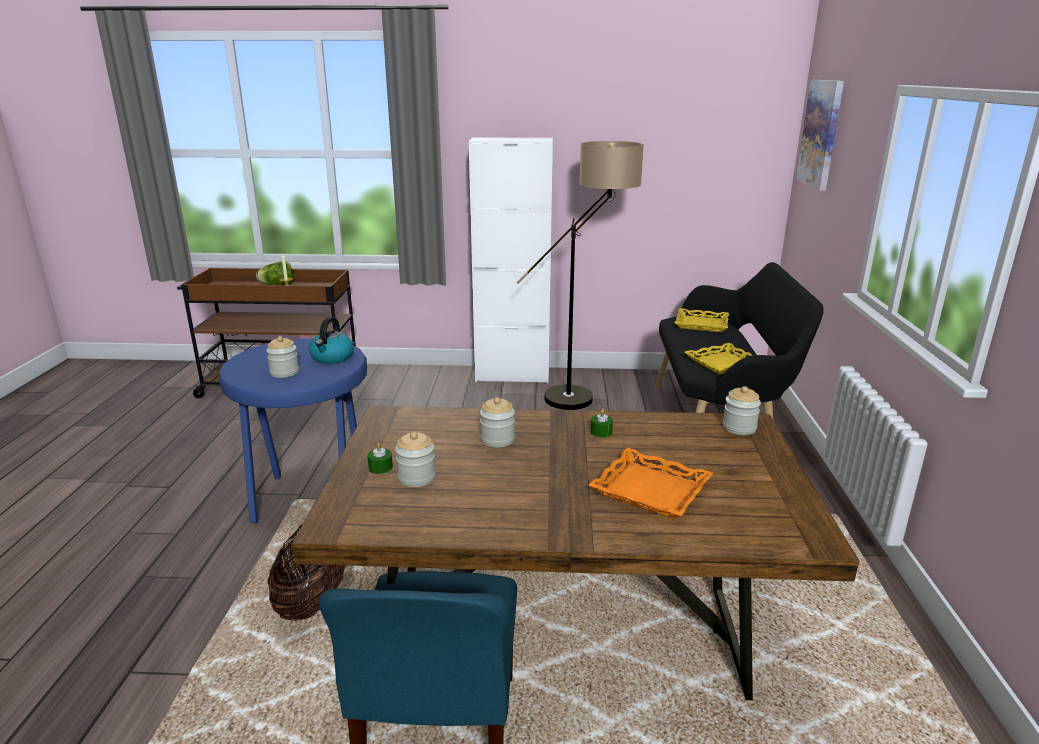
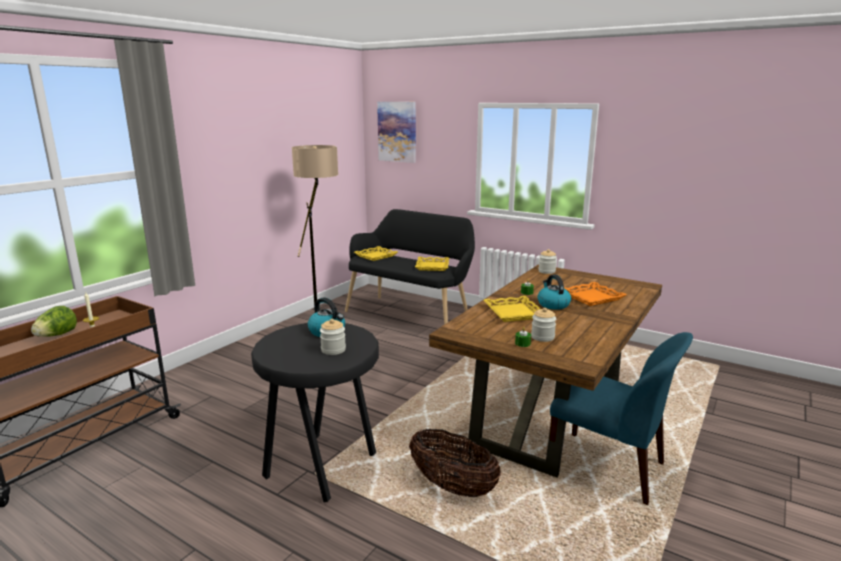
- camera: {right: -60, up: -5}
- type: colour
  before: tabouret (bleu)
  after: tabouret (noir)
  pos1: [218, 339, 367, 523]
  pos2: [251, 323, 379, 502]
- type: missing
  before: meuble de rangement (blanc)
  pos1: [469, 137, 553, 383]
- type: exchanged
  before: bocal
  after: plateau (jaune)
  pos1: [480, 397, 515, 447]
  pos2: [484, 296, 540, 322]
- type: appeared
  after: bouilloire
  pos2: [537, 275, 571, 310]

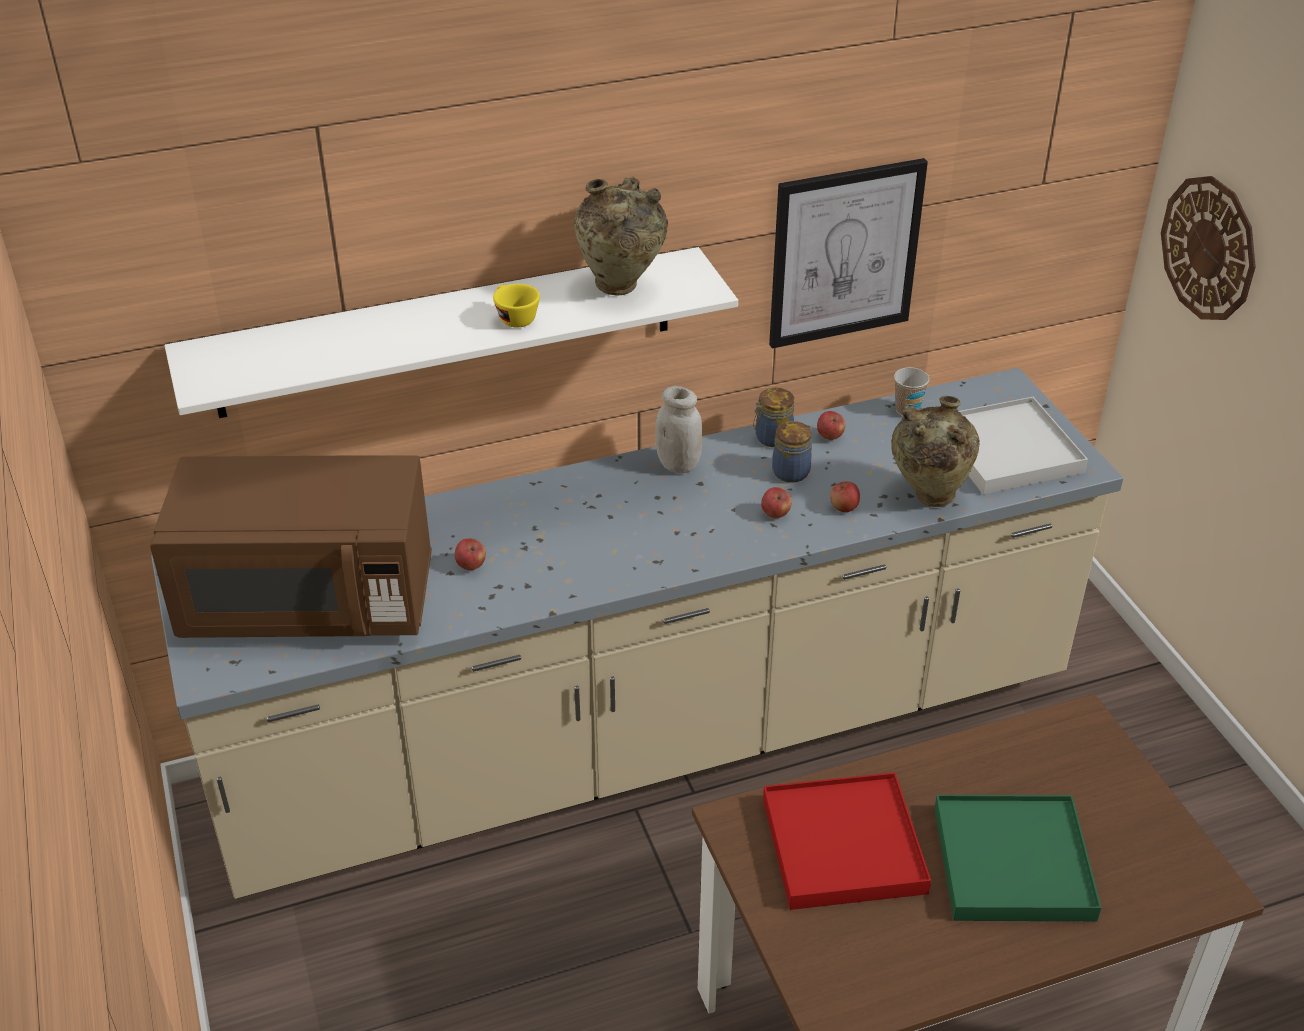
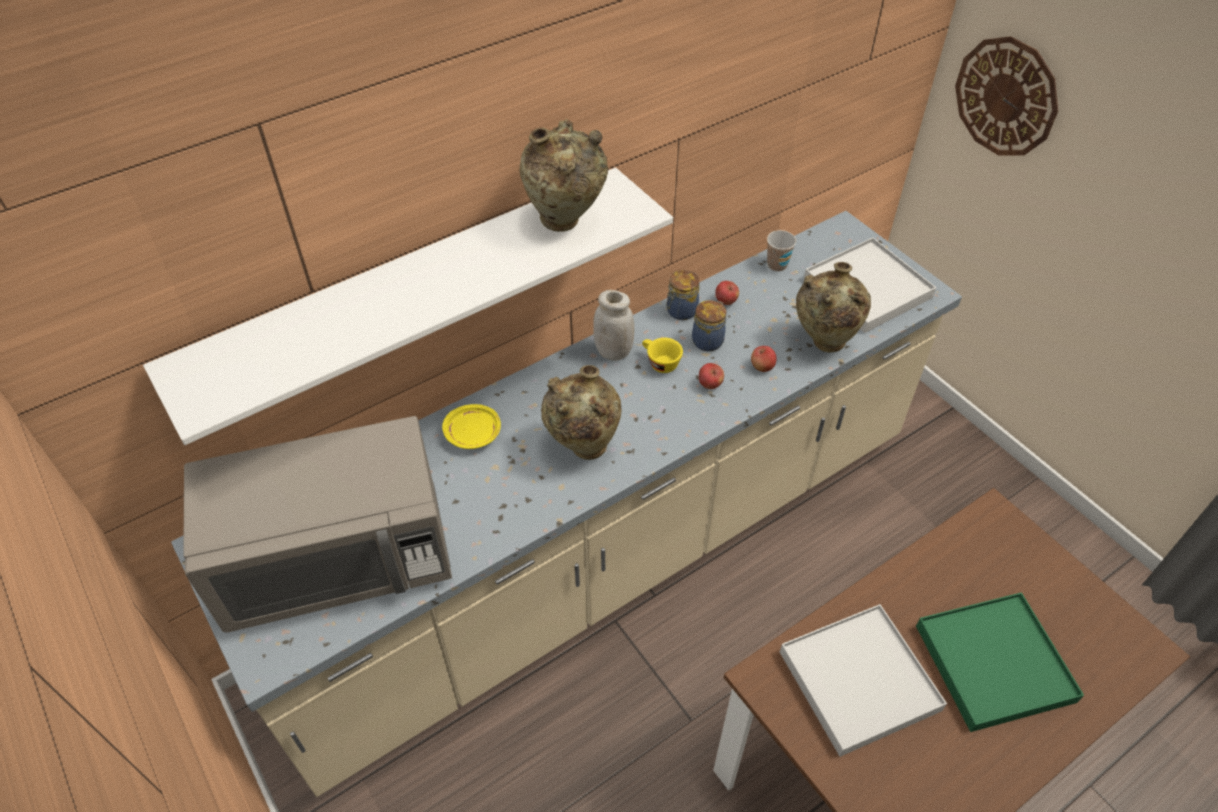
- camera: {right: -15, up: 10}
- type: colour
  before: micro-ondes (marron)
  after: micro-ondes (gris)
  pos1: [150, 455, 432, 638]
  pos2: [183, 416, 452, 632]
- type: missing
  before: pomme
  pos1: [455, 538, 486, 570]
- type: relocated
  before: tasse (jaune)
  pos1: [493, 284, 540, 327]
  pos2: [642, 338, 683, 373]
- type: colour
  before: plateau (rouge)
  after: plateau (blanc)
  pos1: [763, 772, 931, 910]
  pos2: [780, 604, 947, 757]
- type: missing
  before: tableau
  pos1: [769, 158, 928, 349]
- type: appeared
  after: assiette (jaune)
  pos2: [442, 404, 501, 449]
- type: appeared
  after: vase (beige)
  pos2: [541, 365, 622, 460]

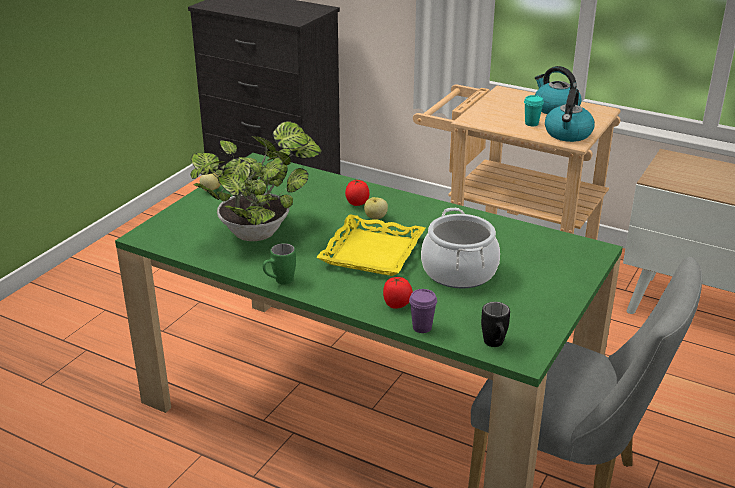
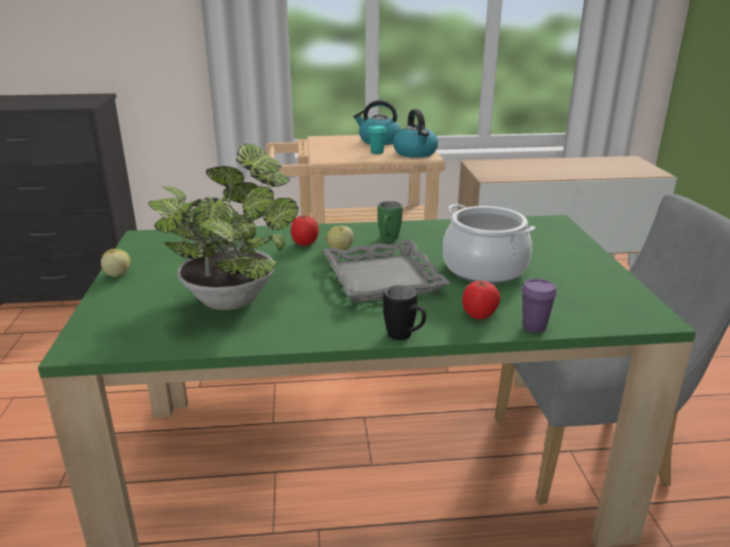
- camera: {right: -35, up: -5}
- type: relocated
  before: mug (vert)
  pos1: [262, 243, 296, 285]
  pos2: [377, 201, 402, 241]
- type: colour
  before: plateau (jaune)
  after: plateau (gris)
  pos1: [316, 214, 425, 276]
  pos2: [323, 240, 450, 302]
- type: relocated
  before: mug (noir)
  pos1: [481, 302, 510, 347]
  pos2: [383, 285, 426, 340]

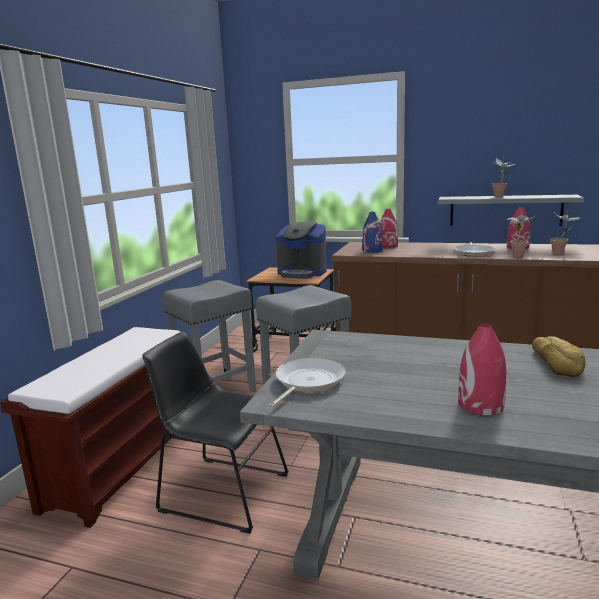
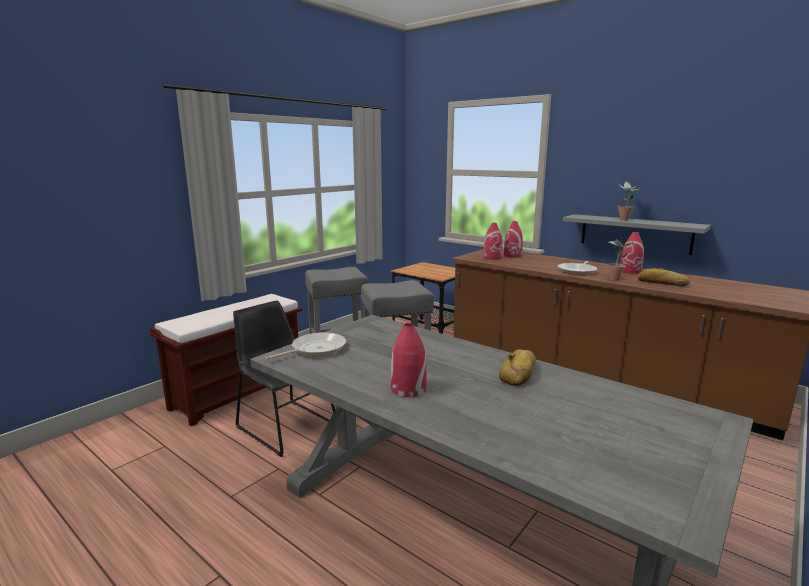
- camera: {right: 20, up: 0}
- type: missing
  before: machine à café
  pos1: [276, 222, 327, 279]
- type: colour
  before: vase (bleu)
  after: vase (rouge)
  pos1: [362, 212, 383, 253]
  pos2: [483, 223, 502, 260]
- type: exchanged
  before: plante en pot
  after: pain
  pos1: [550, 211, 582, 255]
  pos2: [637, 268, 690, 287]

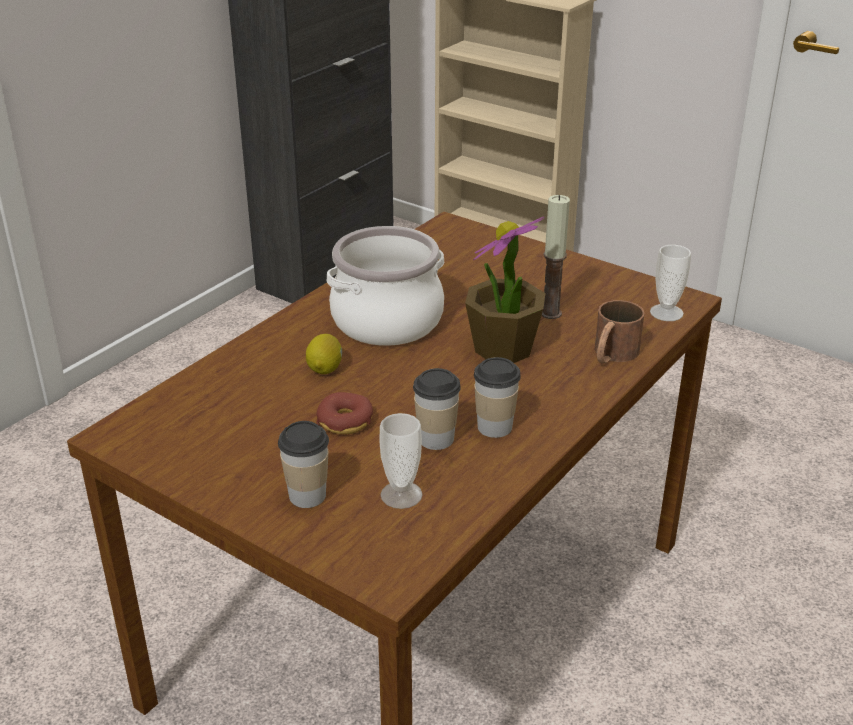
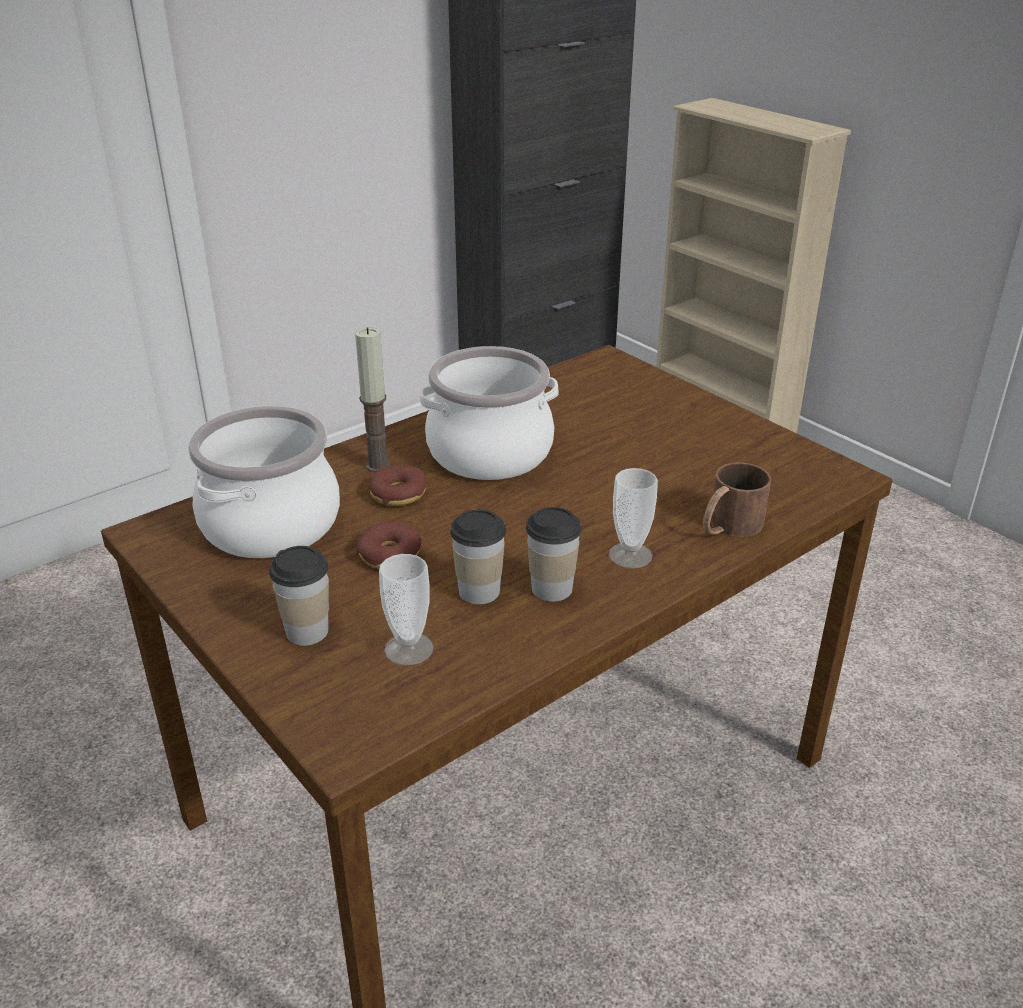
- camera: {right: 15, up: 0}
- type: exchanged
  before: citron
  after: beignet
  pos1: [306, 334, 342, 374]
  pos2: [368, 465, 427, 506]
- type: missing
  before: plante en pot
  pos1: [465, 216, 546, 363]
- type: relocated
  before: bougie
  pos1: [541, 195, 570, 319]
  pos2: [355, 327, 391, 472]
- type: relocated
  before: tasse
  pos1: [650, 245, 691, 321]
  pos2: [609, 468, 658, 569]
- type: appeared
  after: marmite
  pos2: [188, 406, 340, 558]

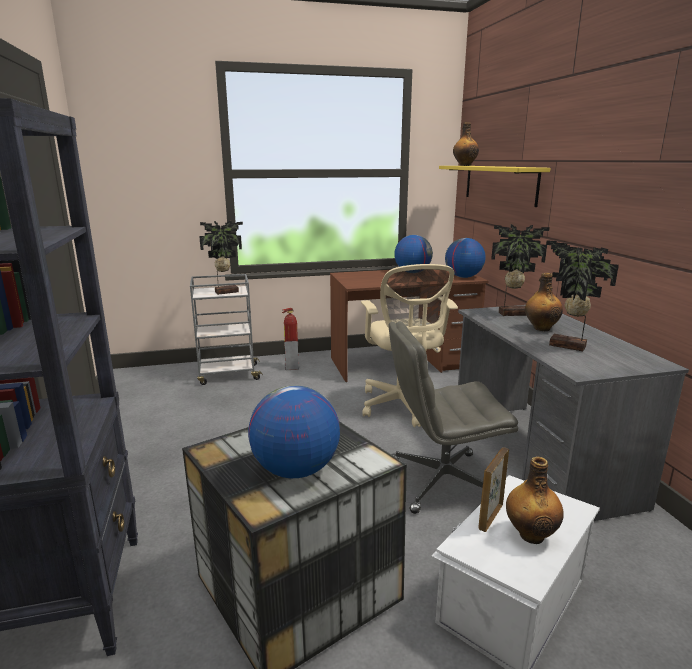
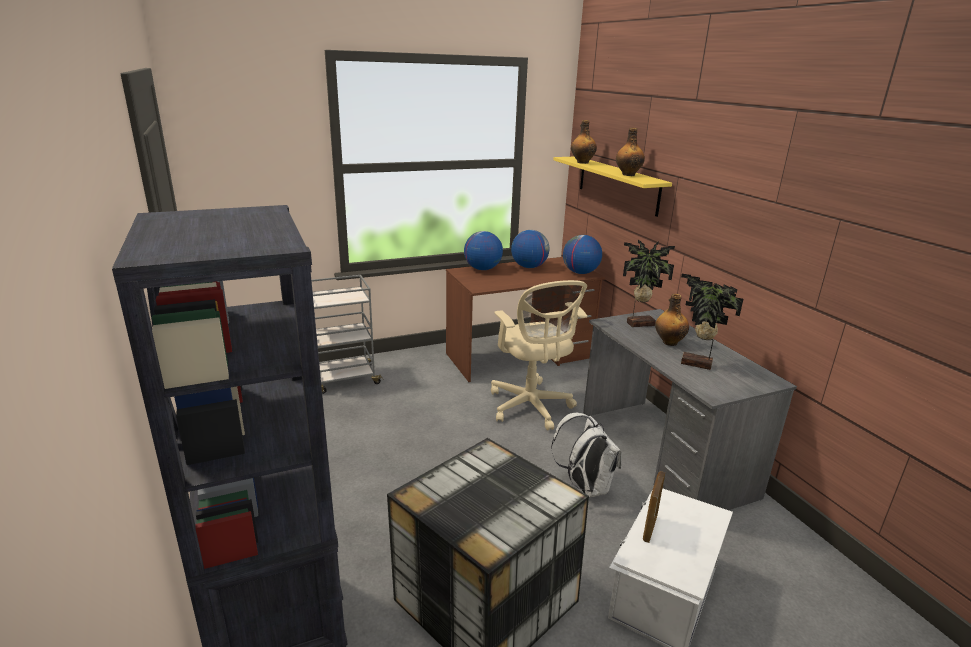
- camera: {right: -10, up: 5}
- type: missing
  before: plante en pot
  pos1: [199, 221, 243, 295]
- type: relocated
  before: globe
  pos1: [248, 385, 340, 478]
  pos2: [464, 231, 503, 270]
- type: missing
  before: extincteur
  pos1: [282, 308, 299, 370]
- type: exchanged
  before: chaise de bureau (gris)
  after: sac à dos (blanc)
  pos1: [389, 321, 518, 514]
  pos2: [551, 413, 622, 497]
- type: relocated
  before: bouteille
  pos1: [506, 456, 564, 544]
  pos2: [616, 128, 645, 176]

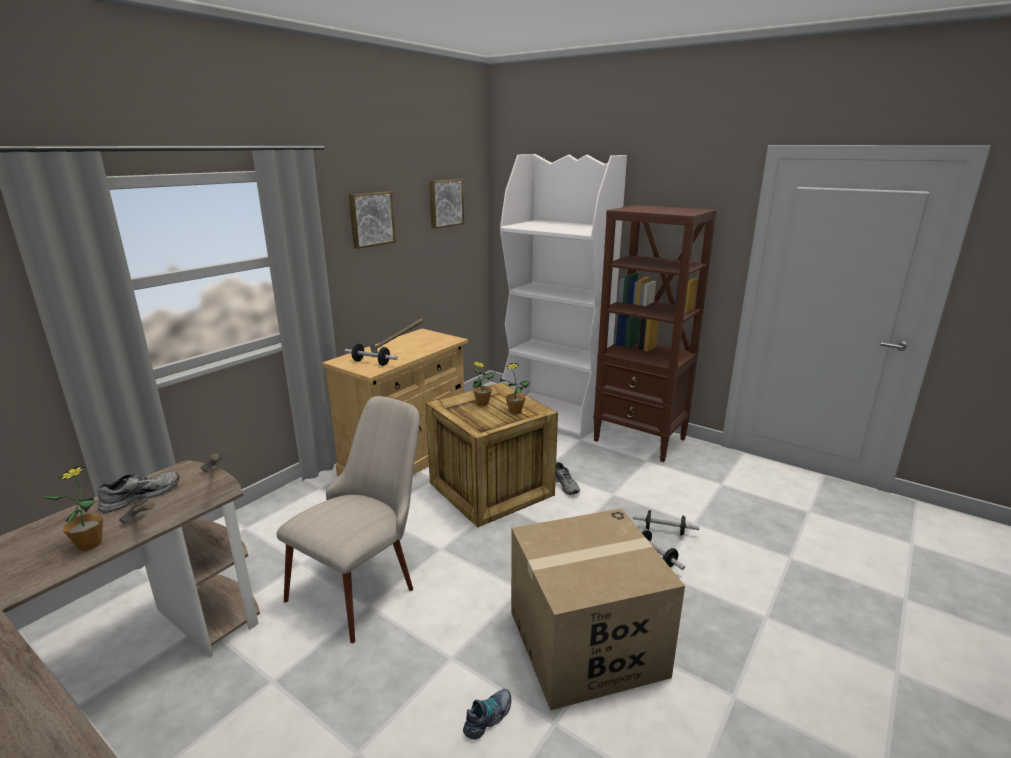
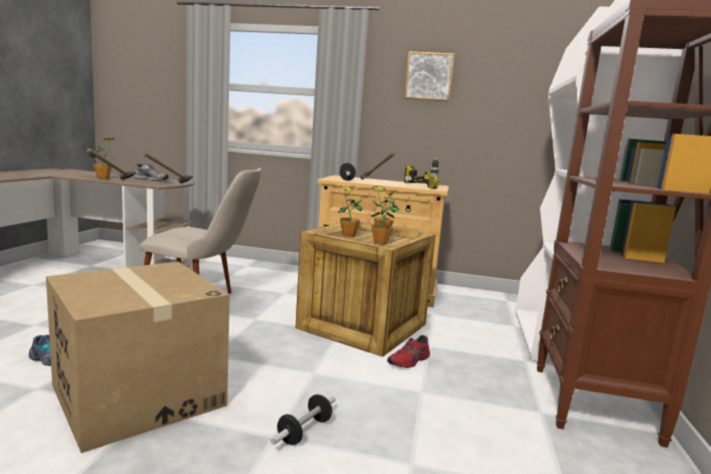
- camera: {right: 65, up: -10}
- type: missing
  before: tableau
  pos1: [429, 179, 464, 229]
- type: colour
  before: chaussure (gris)
  after: chaussure (rouge)
  pos1: [555, 462, 580, 495]
  pos2: [387, 335, 430, 368]
- type: missing
  before: haltère
  pos1: [633, 510, 699, 536]
- type: appeared
  after: plante en pot
  pos2: [338, 186, 363, 237]
- type: appeared
  after: perceuse
  pos2: [404, 157, 439, 189]

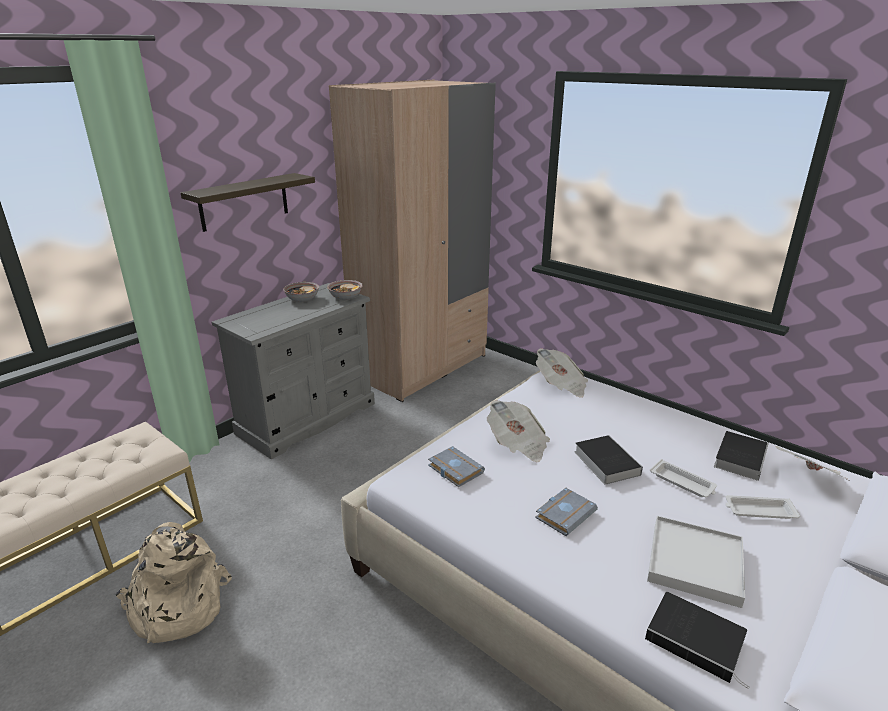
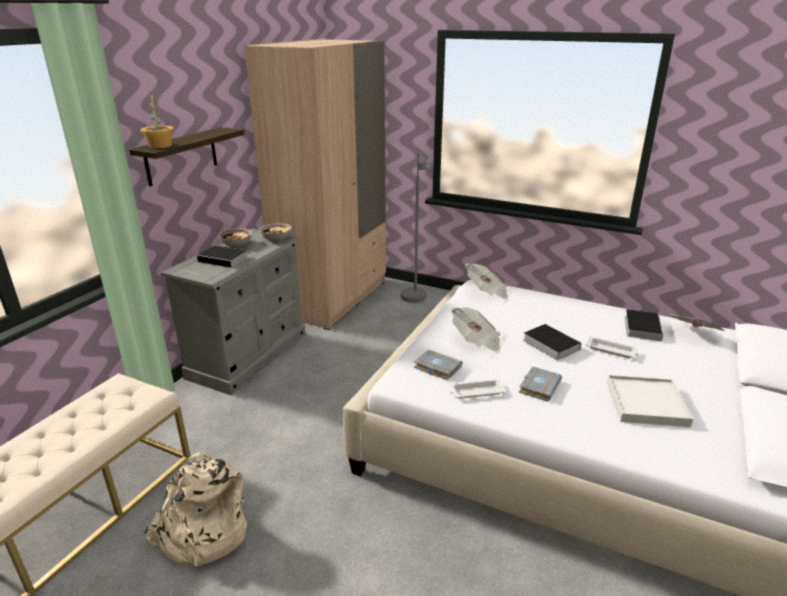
- camera: {right: -15, up: 0}
- type: relocated
  before: livre
  pos1: [645, 592, 750, 689]
  pos2: [197, 245, 248, 268]
- type: relocated
  before: plateau (blanc)
  pos1: [725, 495, 800, 519]
  pos2: [450, 378, 506, 399]
- type: appeared
  after: plante en pot
  pos2: [140, 92, 174, 148]
- type: appeared
  after: lampadaire (gris)
  pos2: [401, 153, 433, 303]

